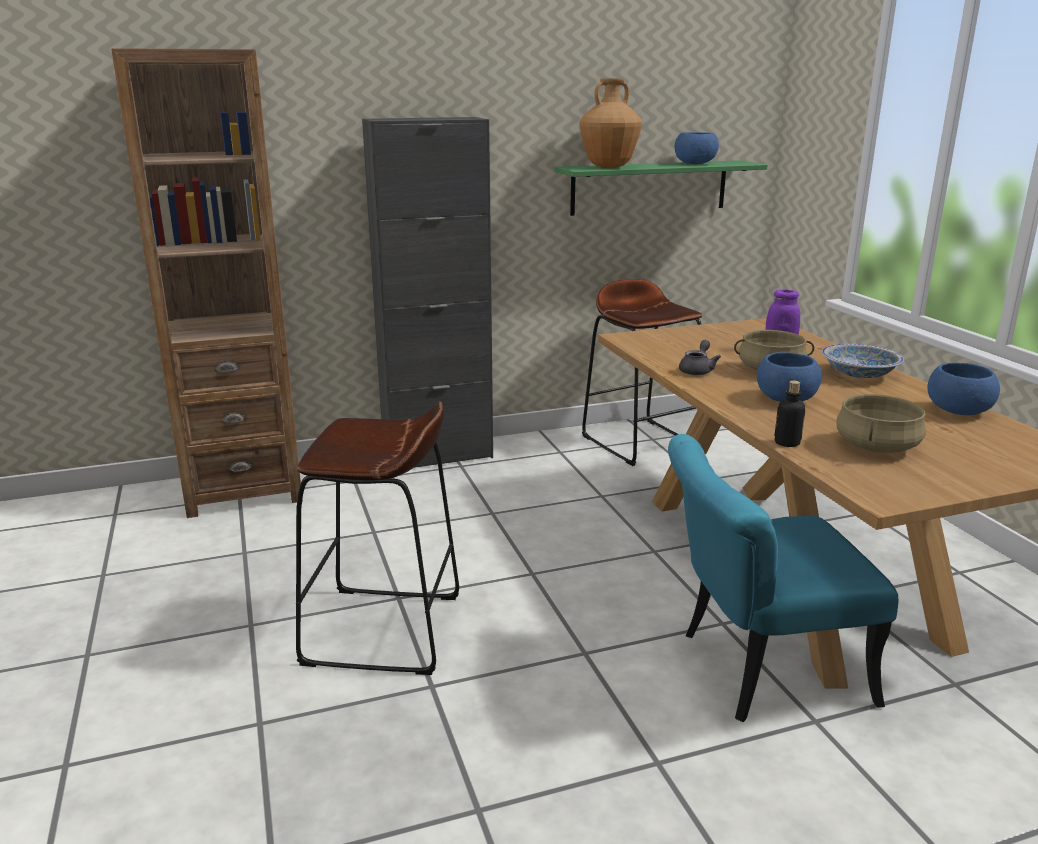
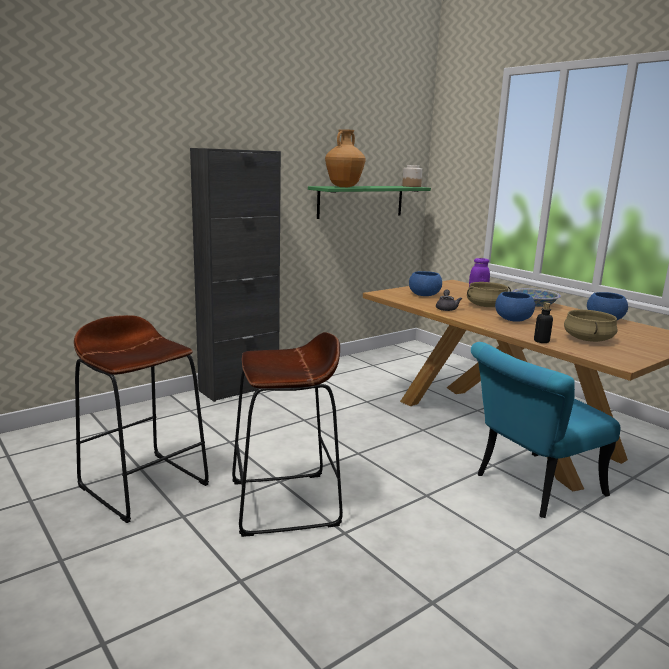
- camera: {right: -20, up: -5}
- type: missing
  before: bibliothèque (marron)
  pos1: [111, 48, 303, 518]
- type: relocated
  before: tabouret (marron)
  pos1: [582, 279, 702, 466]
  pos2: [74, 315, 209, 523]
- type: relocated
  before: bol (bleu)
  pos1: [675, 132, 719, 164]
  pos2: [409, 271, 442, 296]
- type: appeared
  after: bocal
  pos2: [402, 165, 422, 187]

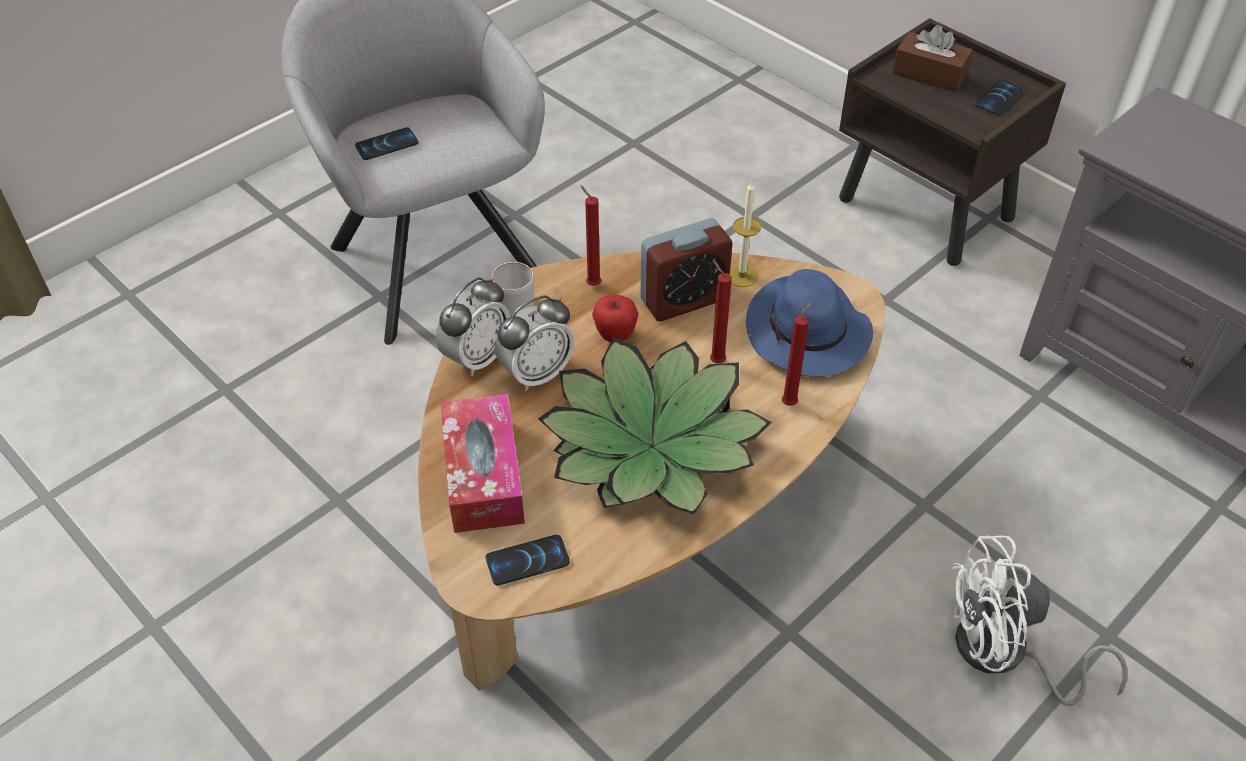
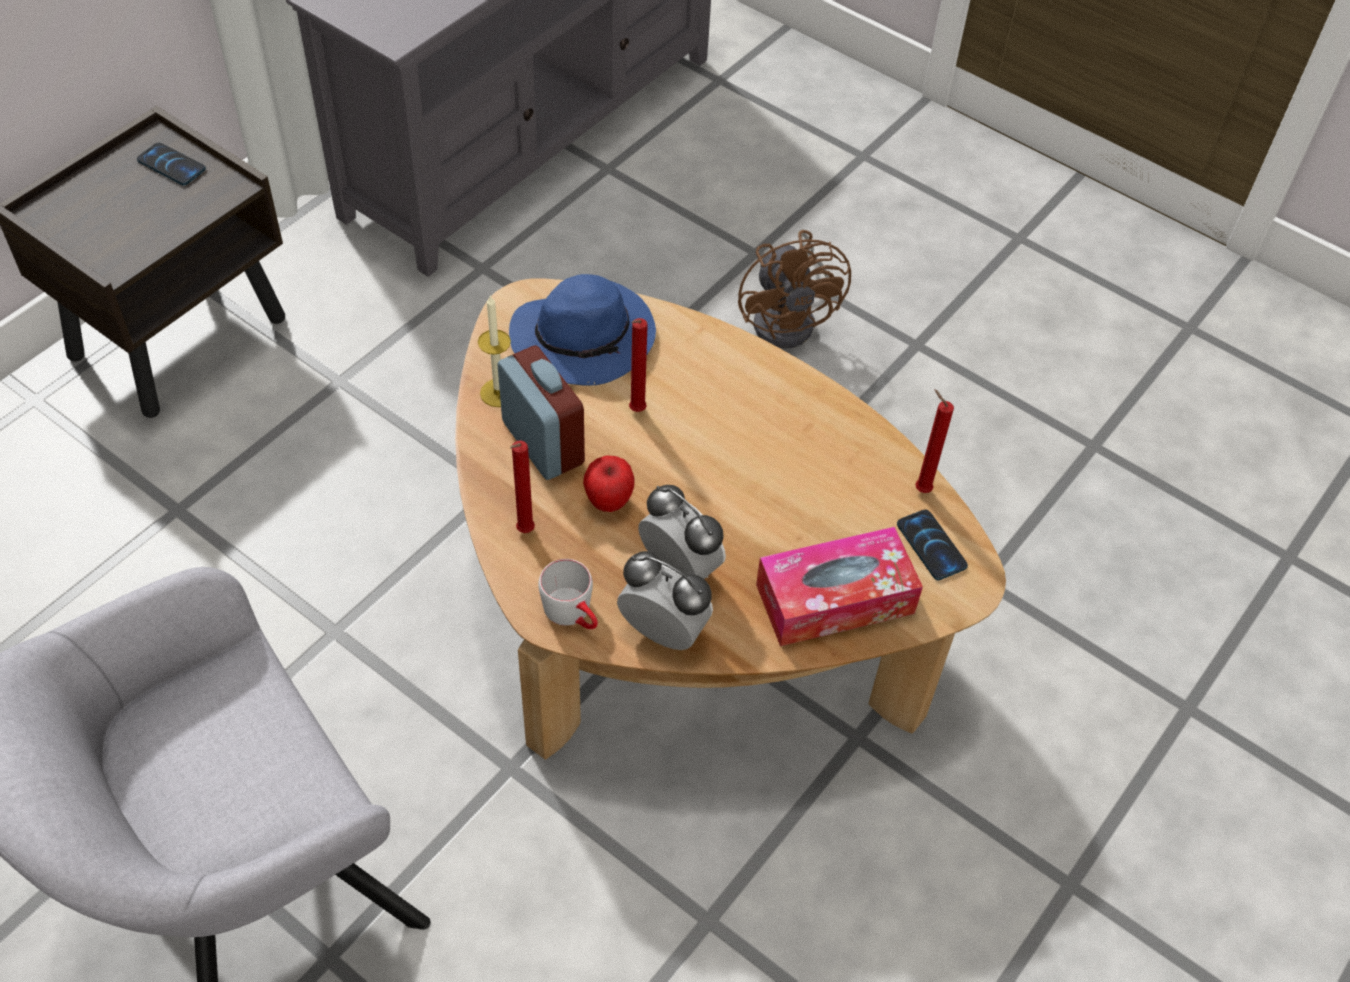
- camera: {right: -100, up: 5}
- type: missing
  before: téléphone
  pos1: [355, 127, 419, 160]
- type: missing
  before: plante en pot
  pos1: [538, 337, 772, 514]
- type: relocated
  before: bougie (rouge)
  pos1: [782, 302, 813, 406]
  pos2: [915, 389, 954, 493]
- type: missing
  before: boîte à mouchoirs (marron)
  pos1: [892, 25, 973, 92]
- type: colour
  before: ventilateur (blanc)
  after: ventilateur (marron)
  pos1: [949, 535, 1128, 706]
  pos2: [738, 230, 851, 349]

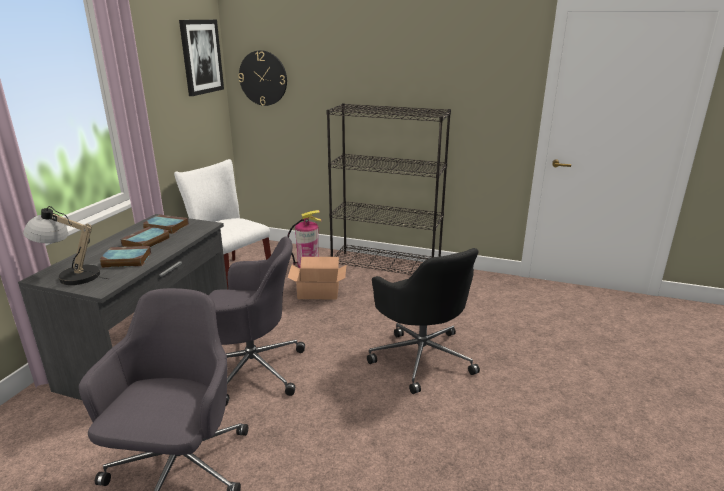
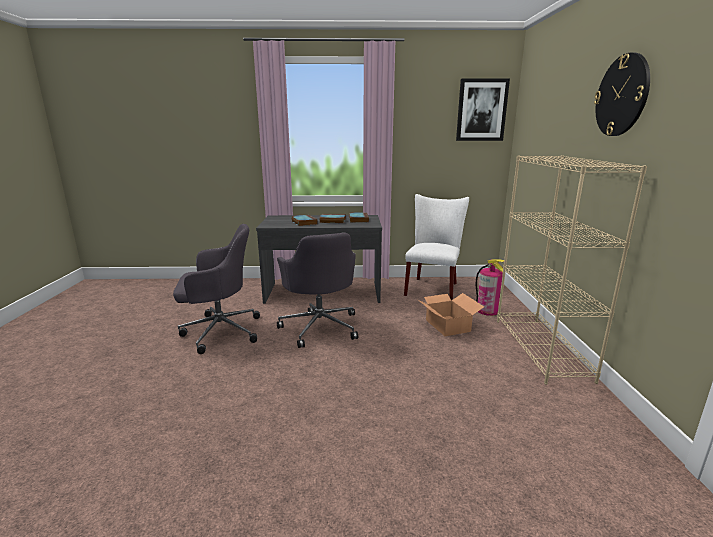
- camera: {right: 70, up: -5}
- type: missing
  before: lampe de table
  pos1: [23, 206, 109, 285]
- type: relocated
  before: horloge murale
  pos1: [238, 50, 287, 106]
  pos2: [594, 52, 650, 136]
- type: colour
  before: bibliothèque (noir)
  after: bibliothèque (beige)
  pos1: [327, 103, 451, 275]
  pos2: [497, 155, 647, 385]
- type: missing
  before: chaise de bureau (noir)
  pos1: [367, 248, 480, 394]

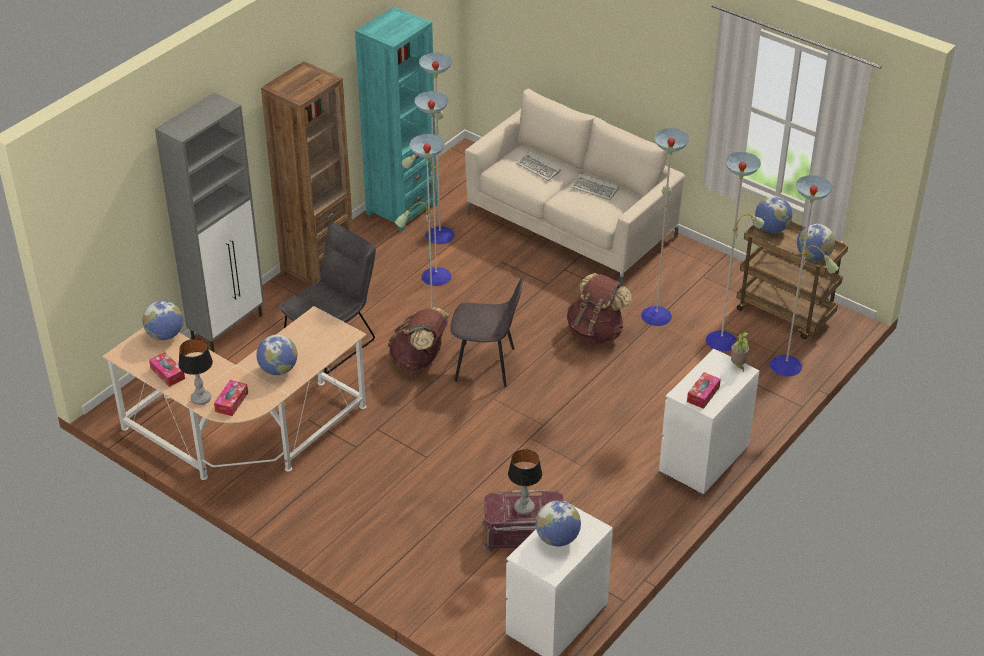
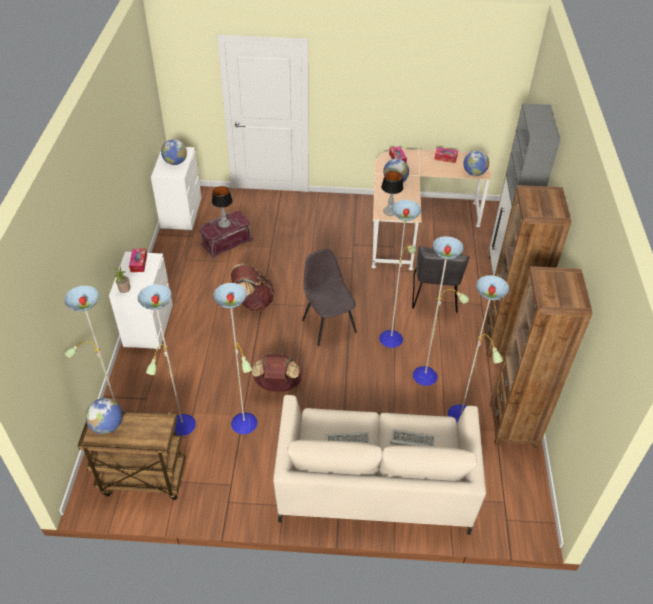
- camera: {right: 145, up: 5}
- type: relocated
  before: lampe de table
  pos1: [179, 339, 213, 405]
  pos2: [381, 171, 403, 216]
- type: colour
  before: bibliothèque (turquoise)
  after: bibliothèque (marron)
  pos1: [355, 7, 437, 231]
  pos2: [490, 266, 593, 448]
- type: relocated
  before: sac à dos (marron)
  pos1: [388, 307, 449, 371]
  pos2: [231, 264, 275, 311]
- type: spun
  before: chaise (gris)
  pos1: [450, 277, 524, 387]
  pos2: [302, 249, 357, 346]
  turn: 90
- type: missing
  before: globe
  pos1: [755, 196, 792, 233]

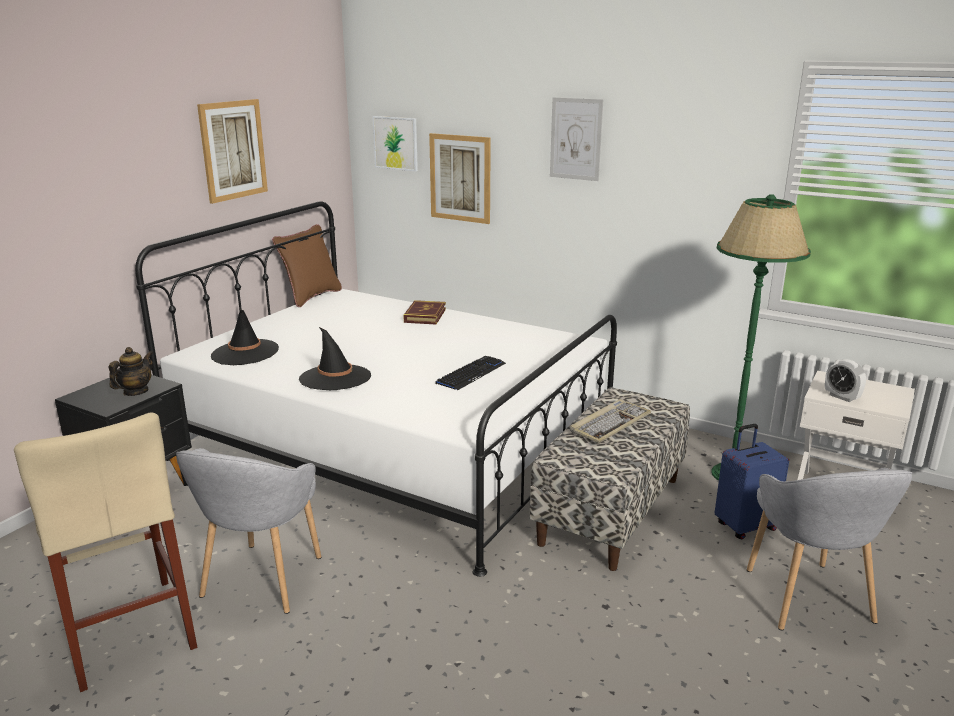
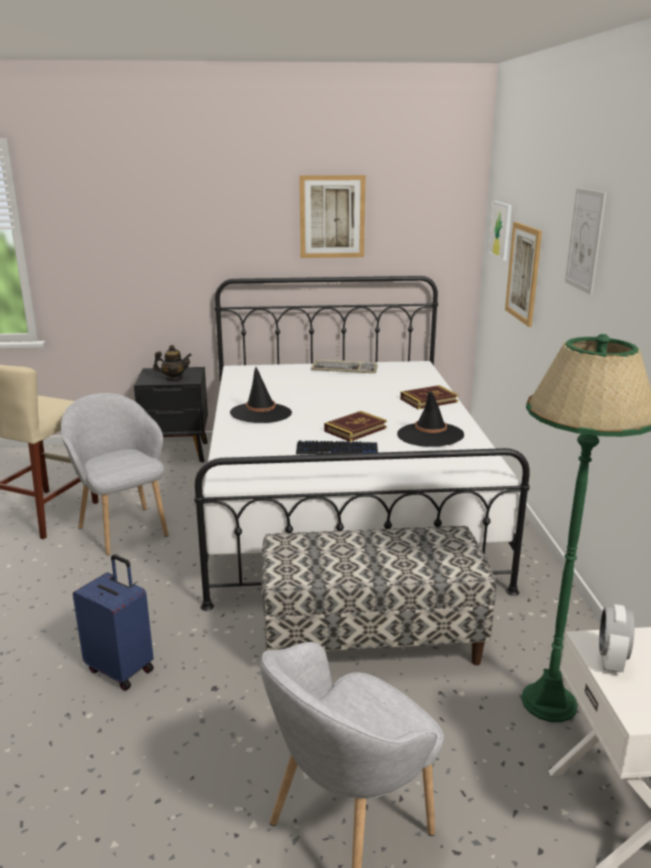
- camera: {right: 55, up: 0}
- type: spun
  before: fauteuil (gris)
  pos1: [176, 448, 321, 614]
  pos2: [61, 393, 168, 555]
  turn: 75
- type: relocated
  before: chapeau (noir)
  pos1: [211, 310, 279, 365]
  pos2: [397, 391, 464, 447]
- type: missing
  before: coussin (marron)
  pos1: [272, 224, 342, 307]
- type: relocated
  before: clavier
  pos1: [570, 399, 651, 443]
  pos2: [311, 359, 378, 373]
- type: relocated
  before: valise (bleu)
  pos1: [715, 424, 789, 540]
  pos2: [73, 555, 154, 691]
- type: appeared
  after: livre
  pos2: [324, 411, 387, 442]

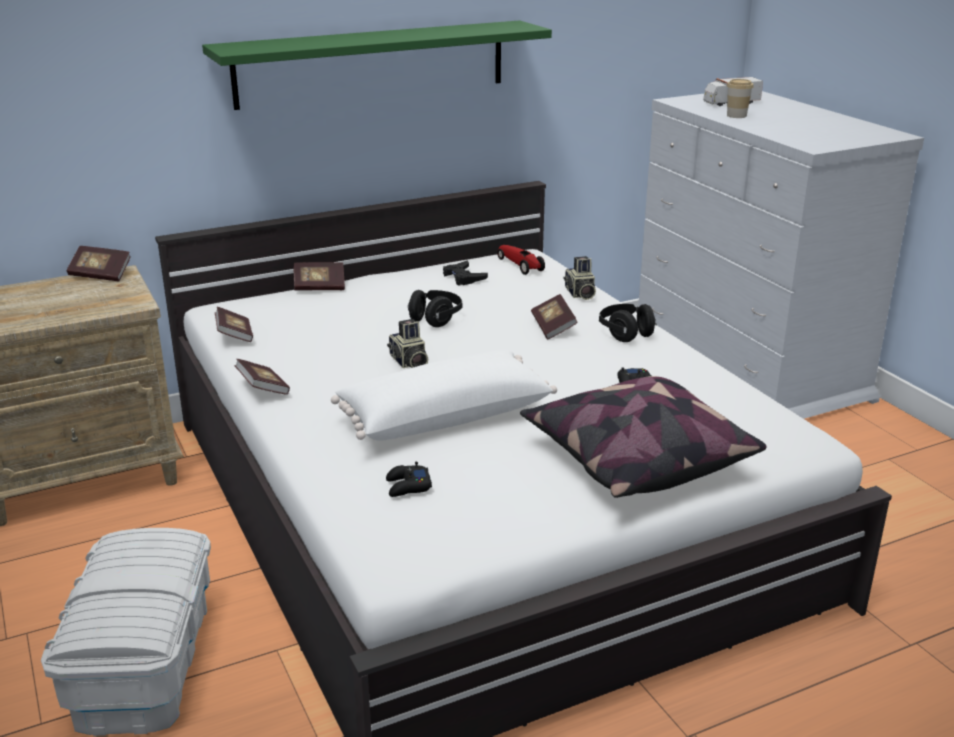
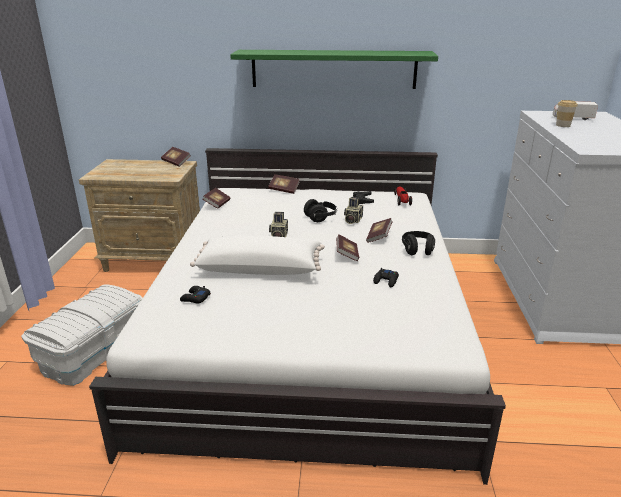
- camera: {right: 30, up: 0}
- type: relocated
  before: livre
  pos1: [235, 359, 290, 395]
  pos2: [336, 234, 359, 261]
- type: missing
  before: coussin
  pos1: [520, 376, 767, 498]
- type: relocated
  before: appareil photo
  pos1: [563, 256, 596, 300]
  pos2: [344, 197, 363, 224]

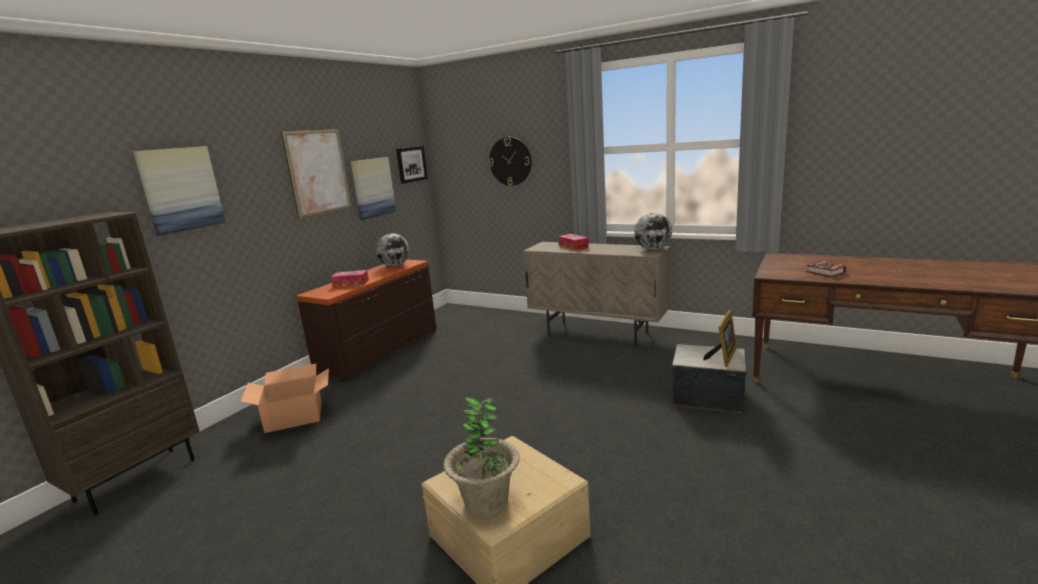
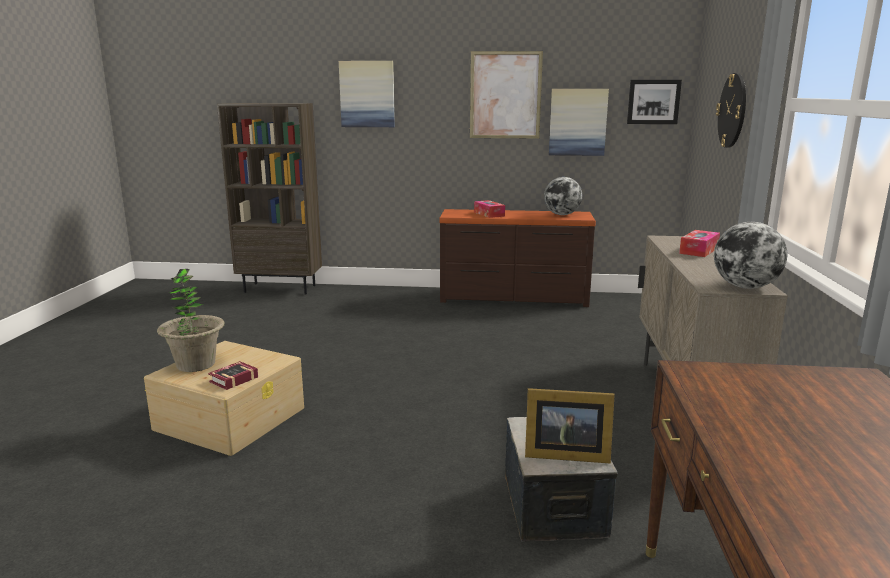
- camera: {right: 65, up: 0}
- type: missing
  before: carton
  pos1: [241, 364, 329, 433]
- type: relocated
  before: livre
  pos1: [806, 261, 847, 277]
  pos2: [208, 361, 258, 390]

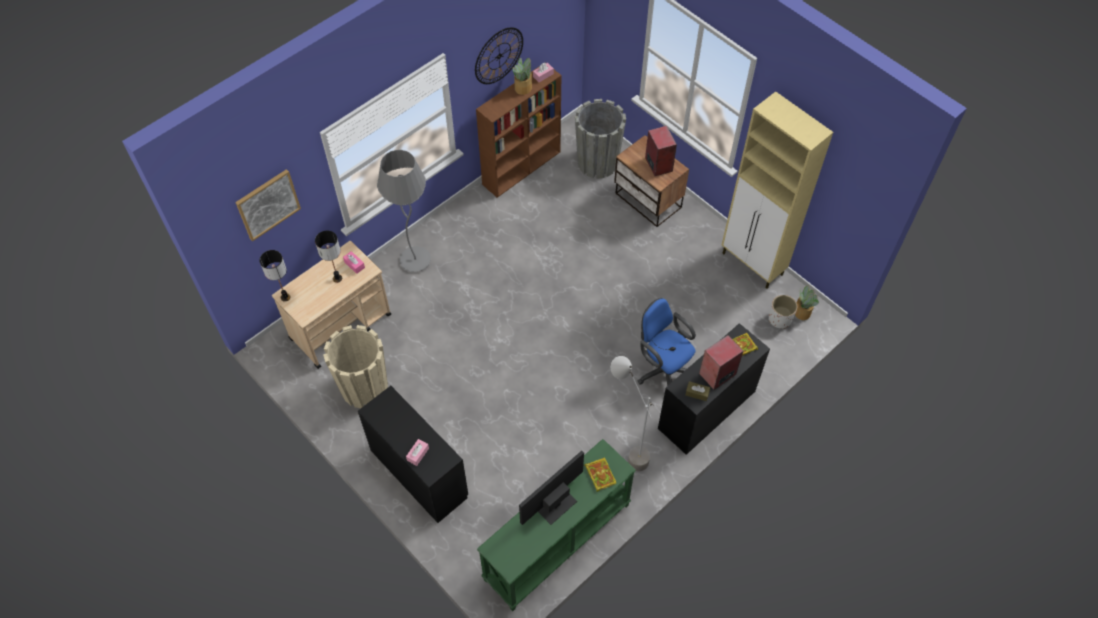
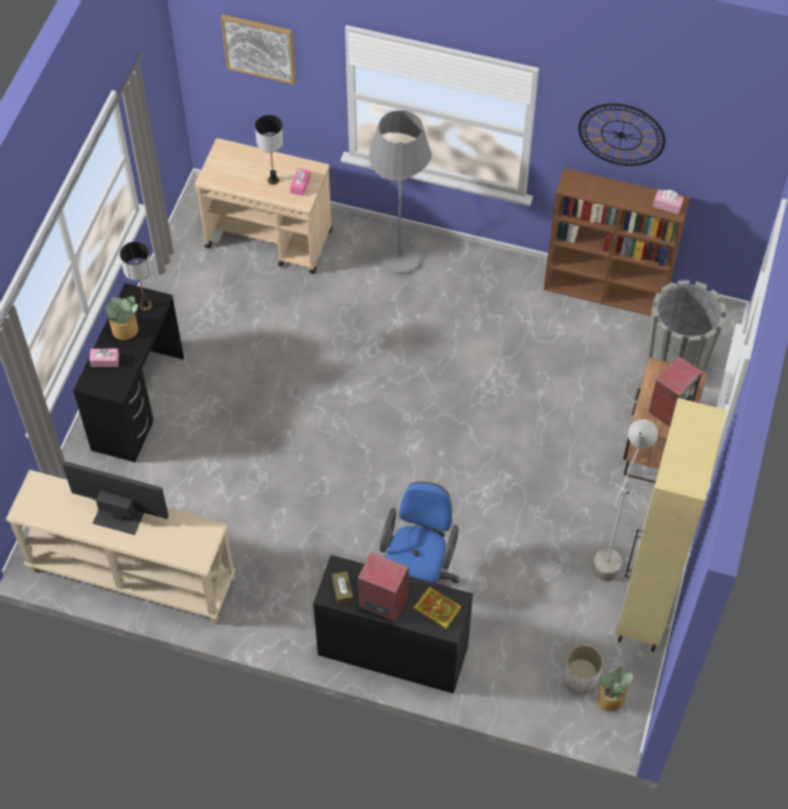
- camera: {right: 60, up: 0}
- type: relocated
  before: lampe de table
  pos1: [259, 250, 290, 302]
  pos2: [120, 242, 152, 311]
- type: missing
  before: cache-pot (beige)
  pos1: [323, 325, 388, 408]
- type: colour
  before: table console (vert)
  after: table console (beige)
  pos1: [477, 439, 636, 611]
  pos2: [6, 470, 235, 624]
- type: relocated
  before: plante en pot
  pos1: [512, 57, 532, 95]
  pos2: [105, 296, 138, 340]
- type: missing
  before: livre
  pos1: [584, 458, 616, 492]
- type: relocated
  before: lampadaire (gris)
  pos1: [611, 356, 654, 471]
  pos2: [593, 419, 658, 582]

